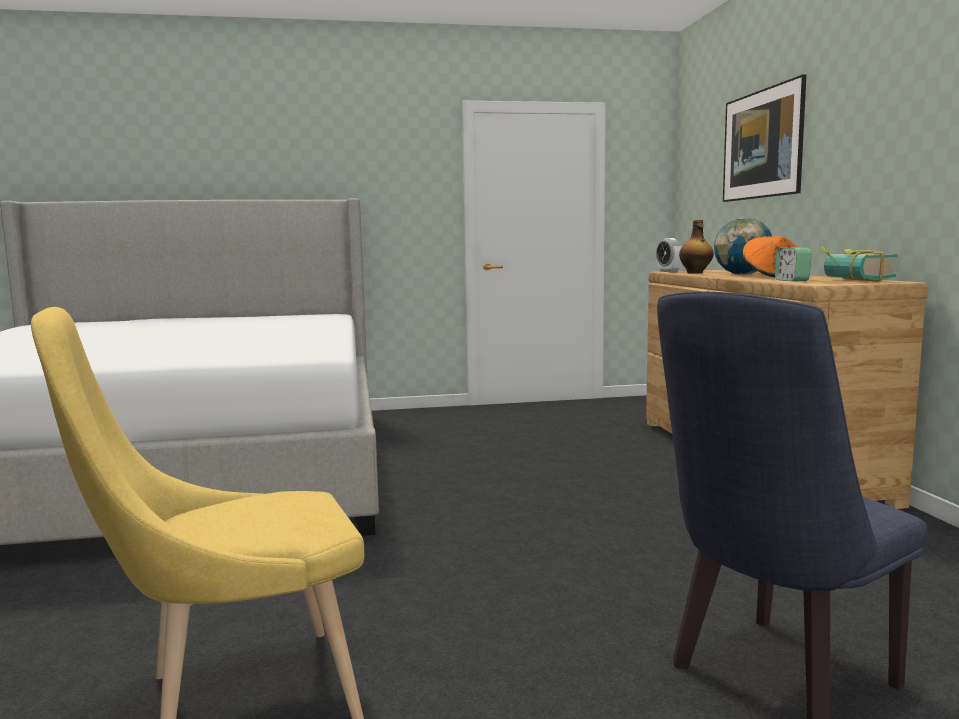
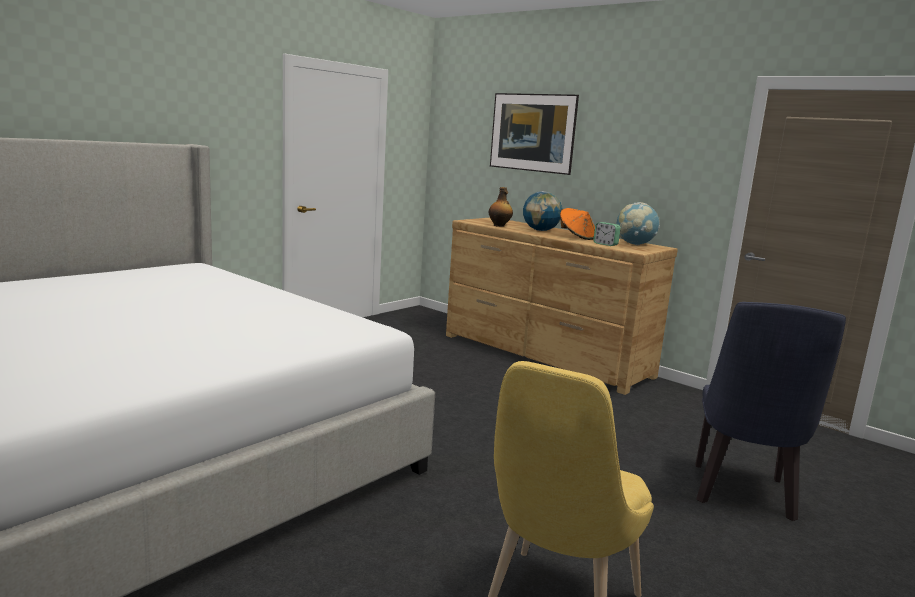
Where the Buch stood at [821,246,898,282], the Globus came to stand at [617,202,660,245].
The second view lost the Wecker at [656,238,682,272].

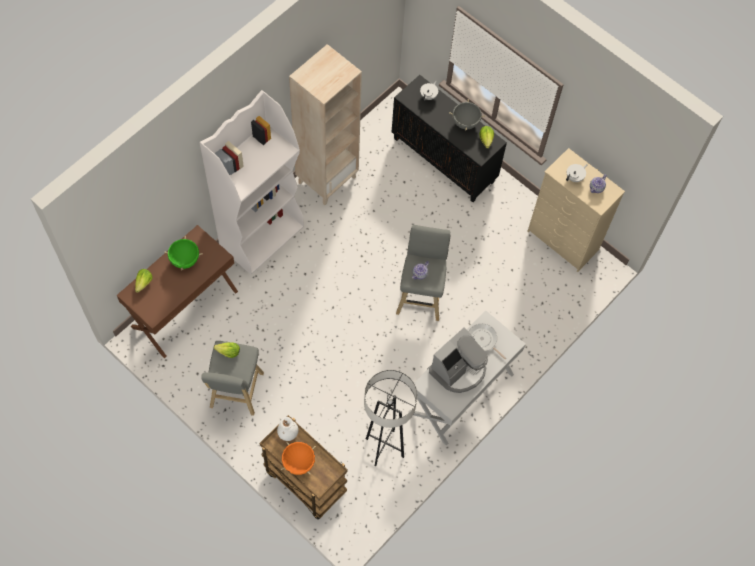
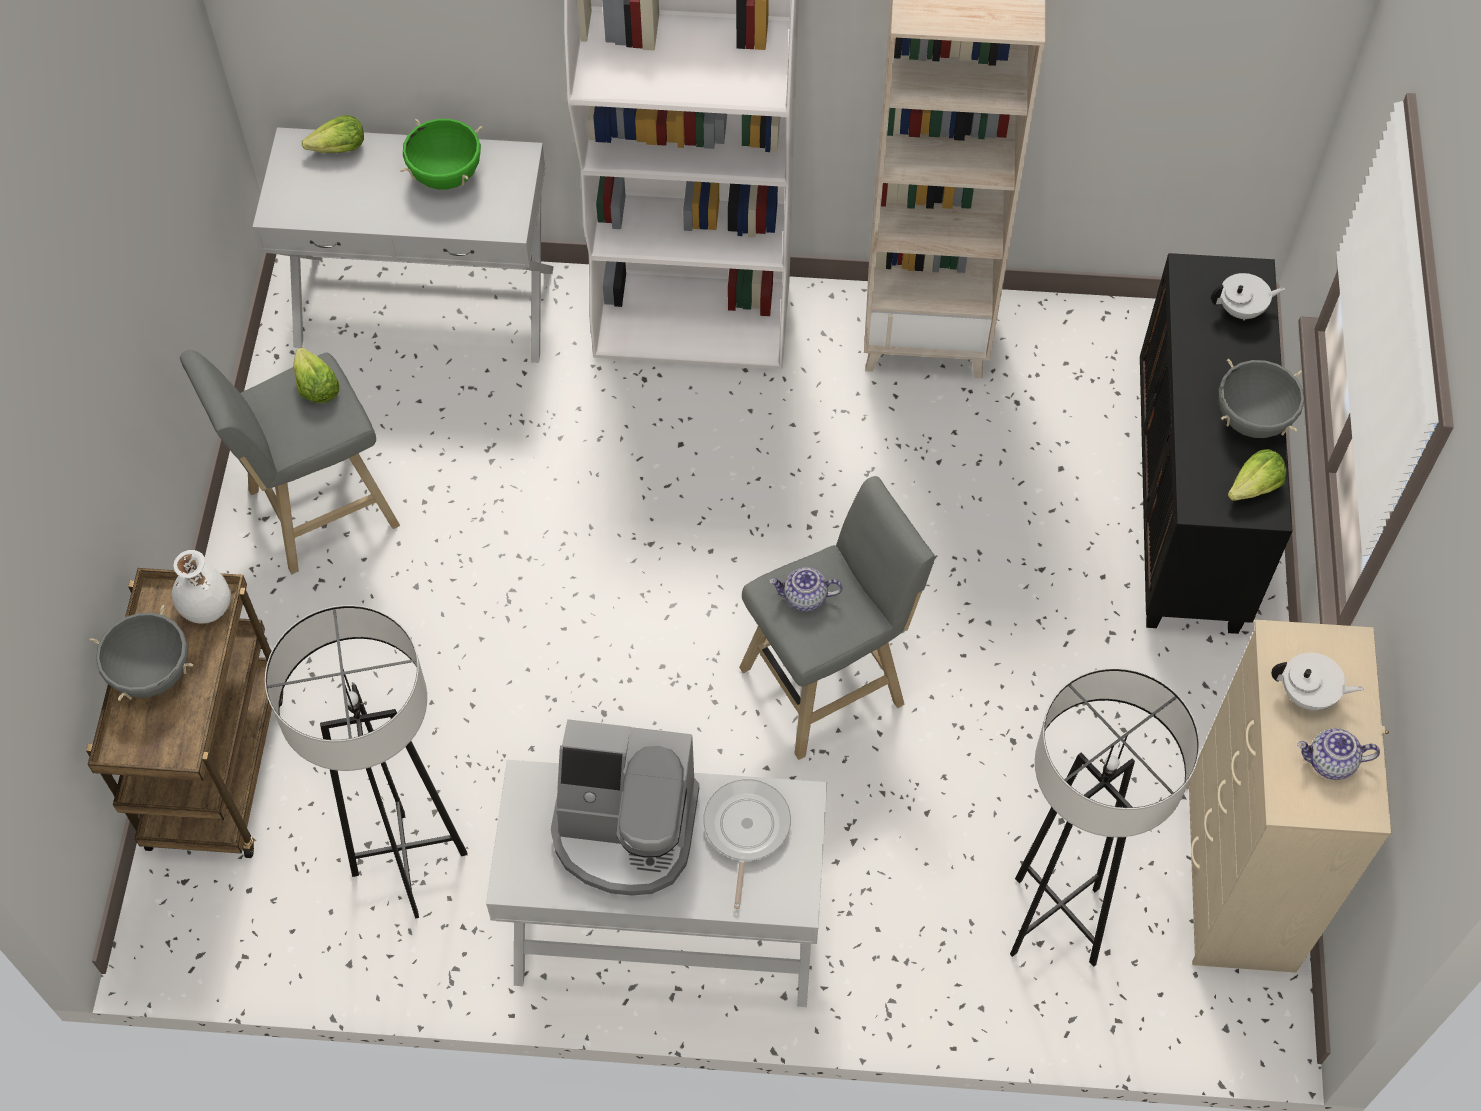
What was the Kochtopf [orange] at [281,442,316,475] turned into the Kochtopf [grau] at [90,605,194,701].
What was the Konsolentisch [braun] at [117,225,238,358] turned into the Konsolentisch [weiß] at [253,127,554,363].
The second view gained the Stehlampe [grau] at [1010,668,1200,967].

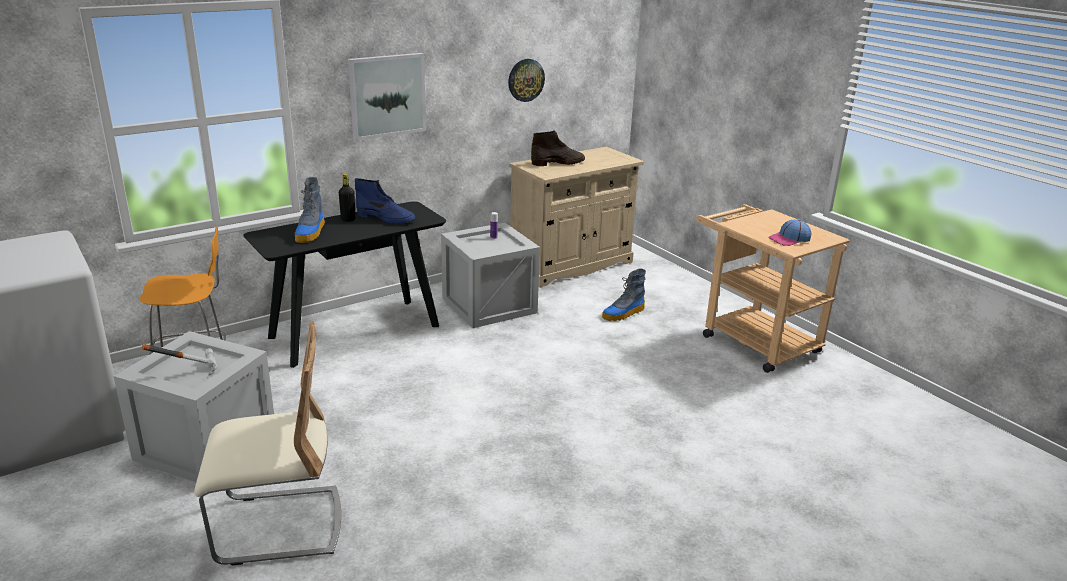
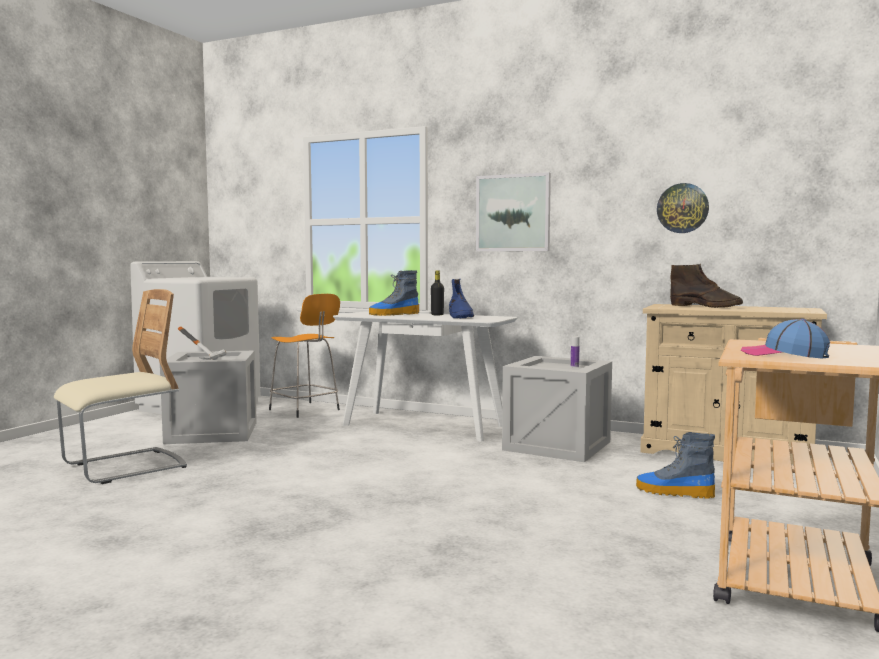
The Stuhl [beige] at [194,322,341,566] ended up facing another way, 90 degrees counterclockwise from before.
What was the Konsolentisch [schwarz] at [243,201,446,368] turned into the Konsolentisch [weiß] at [333,311,517,442].

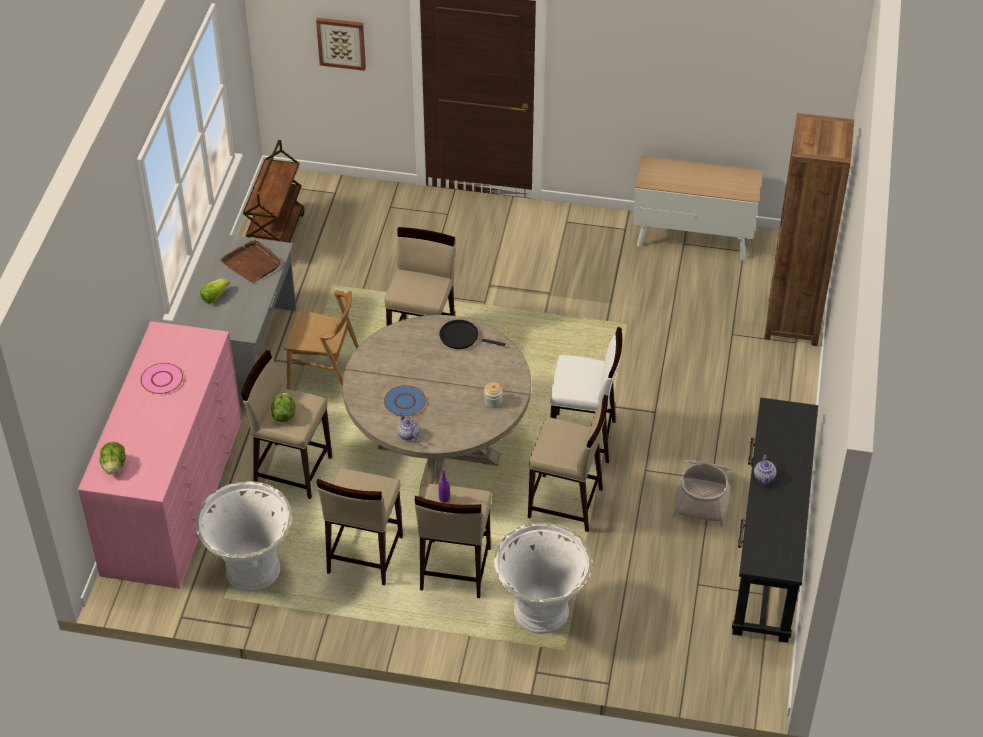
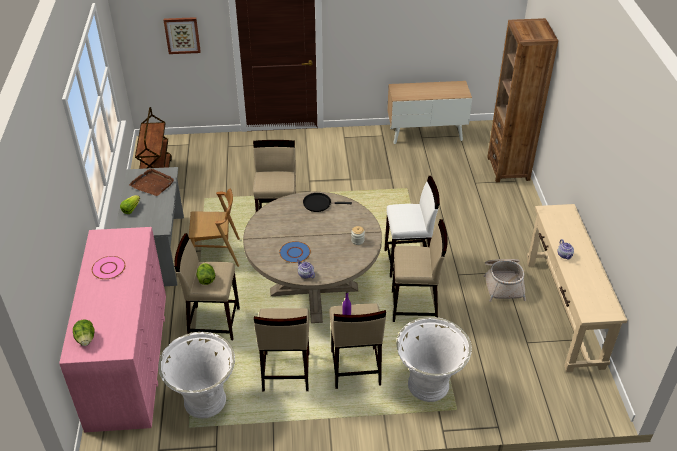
What was the Konsolentisch [schwarz] at [732,398,818,643] turned into the Konsolentisch [beige] at [527,204,628,372].

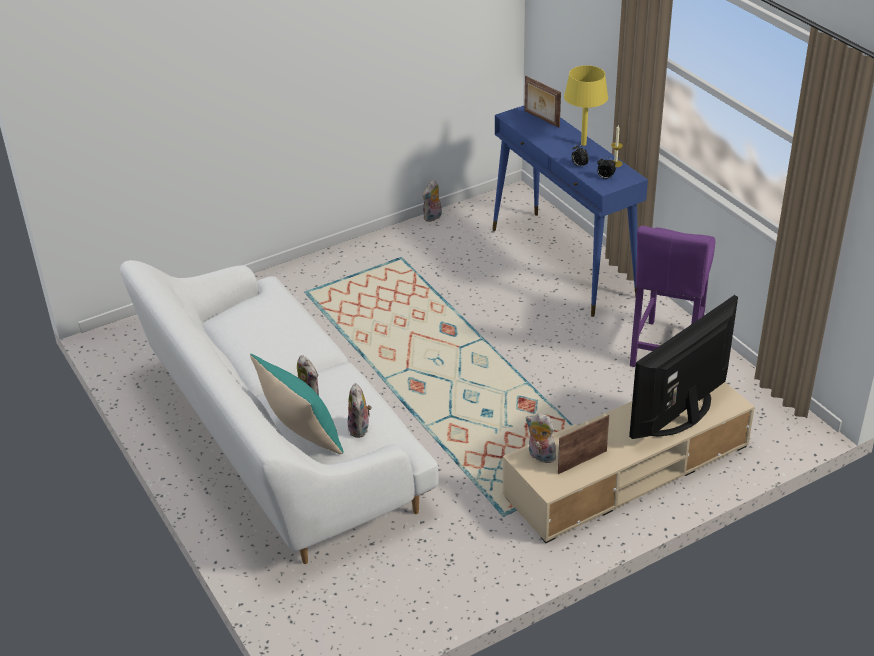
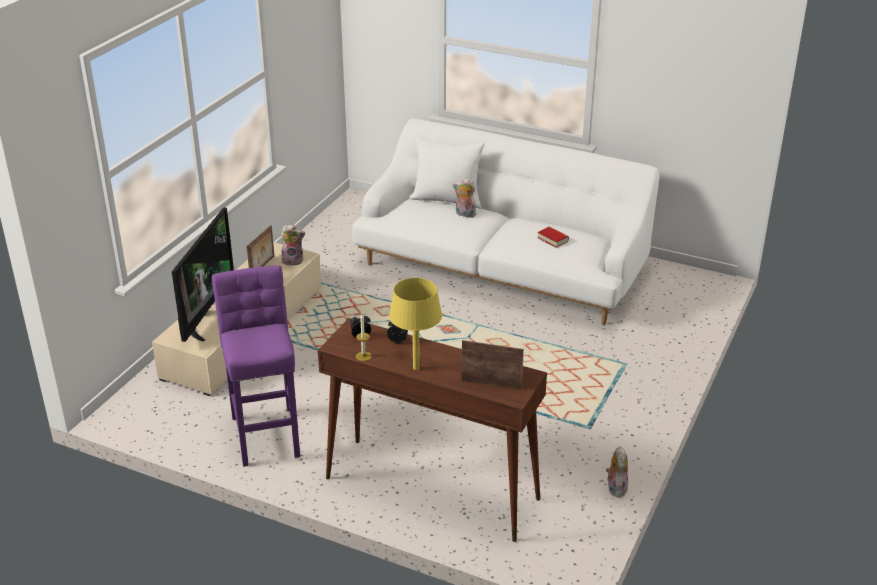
What was the Konsolentisch [blau] at [492,105,648,317] turned into the Konsolentisch [braun] at [318,318,547,542].
What was the Kissen [türkis] at [250,354,343,454] turned into the Kissen [weiß] at [409,135,485,209].
The second view gained the Buch at [538,226,569,248].
The second view lost the Plüschtier at [347,383,372,438].

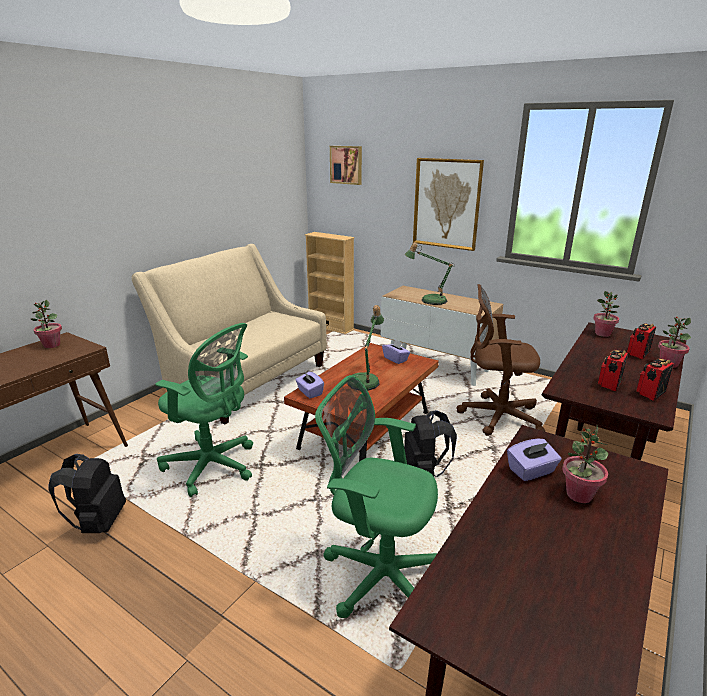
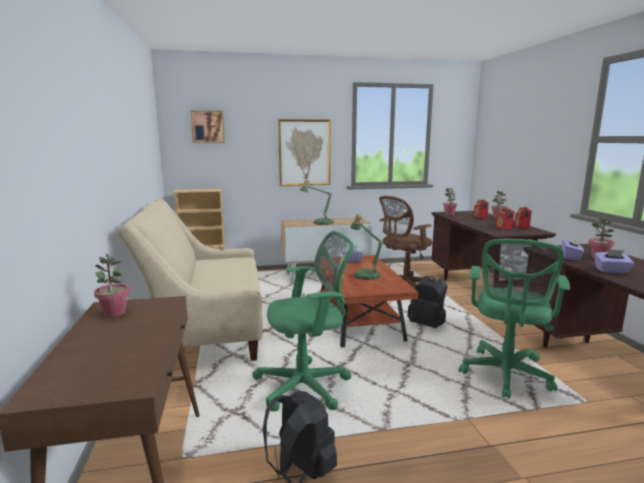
The Bürostuhl [grün] at [315,375,438,618] ended up facing another way, 45 degrees counterclockwise from before.
The Taschentuchbox [lila] ended up elsewhere, having gone from [295,371,324,398] to [594,249,634,273].

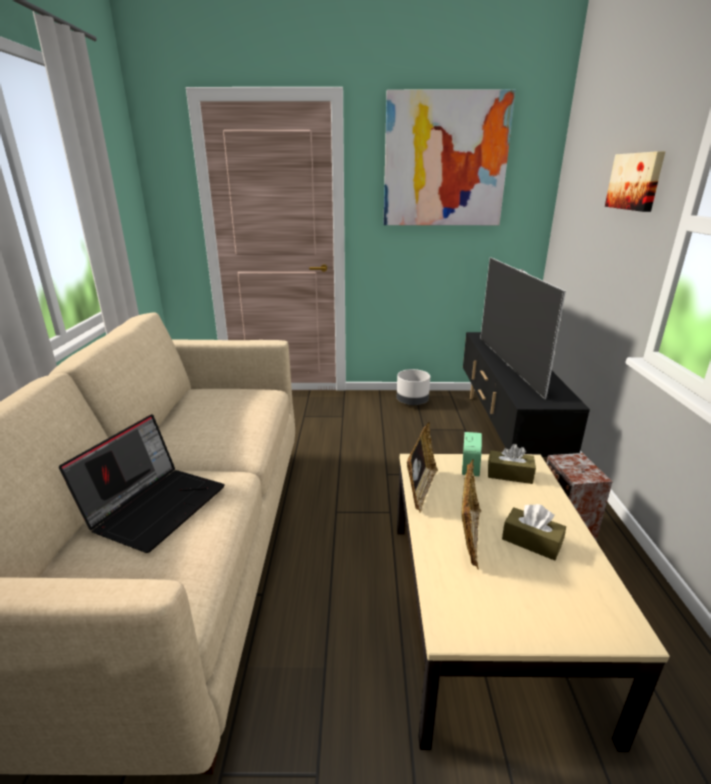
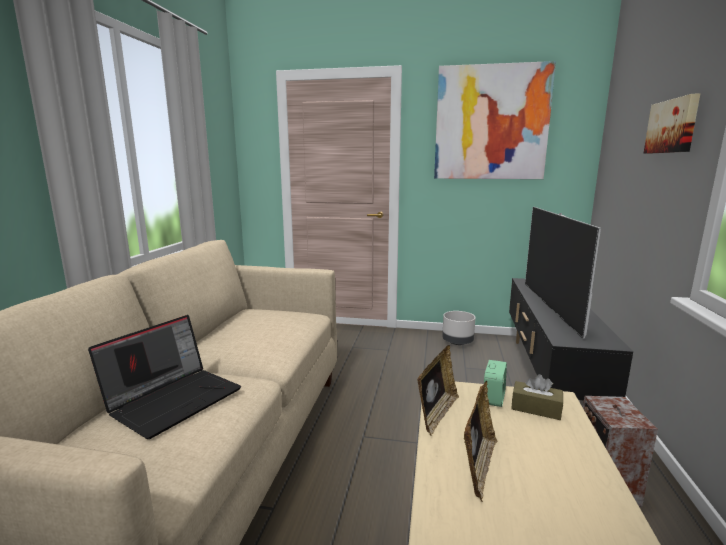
The second view lost the Taschentuchbox [braun] at [502,504,566,560].

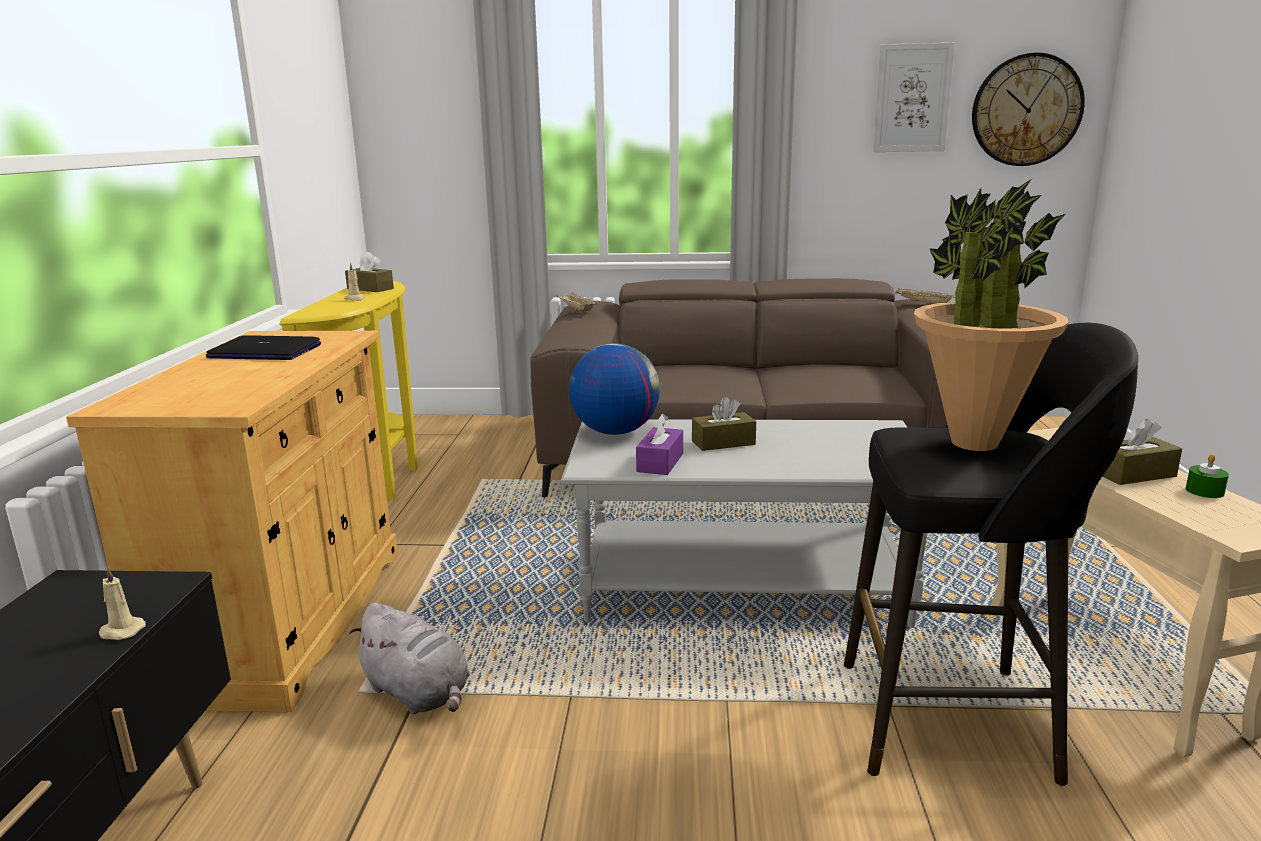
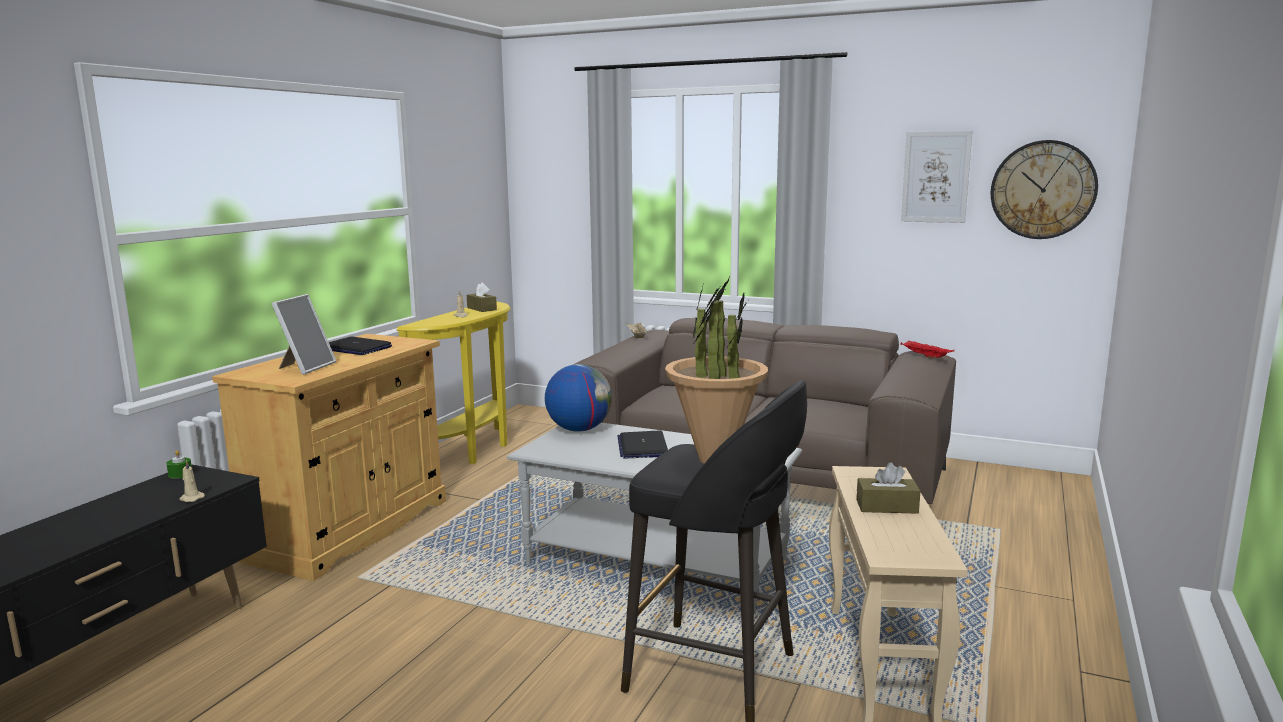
The Kerze [grün] ended up elsewhere, having gone from [1186,454,1229,498] to [166,450,192,479].
The second view gained the Bilderrahmen at [272,294,336,375].
Where the Taschentuchbox [braun] stood at [692,397,756,451], the Laptop came to stand at [617,431,668,458].
What was the Tablett [beige] at [895,288,955,305] turned into the Tablett [rot] at [900,341,954,358].
The second view lost the Plüschtier [grau] at [349,603,470,714].
The second view lost the Taschentuchbox [lila] at [636,413,683,475].

